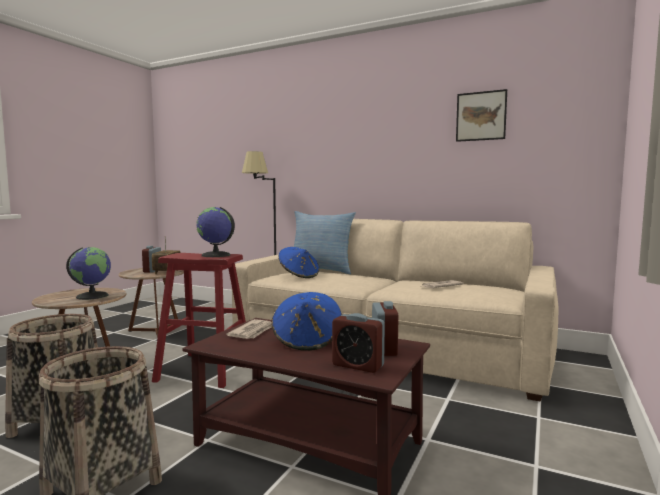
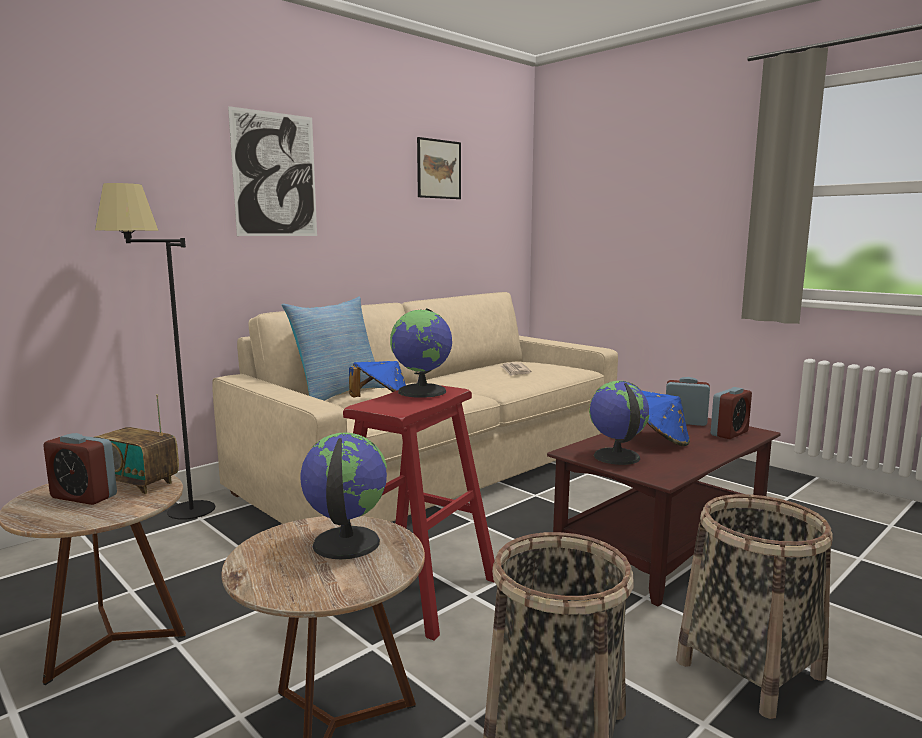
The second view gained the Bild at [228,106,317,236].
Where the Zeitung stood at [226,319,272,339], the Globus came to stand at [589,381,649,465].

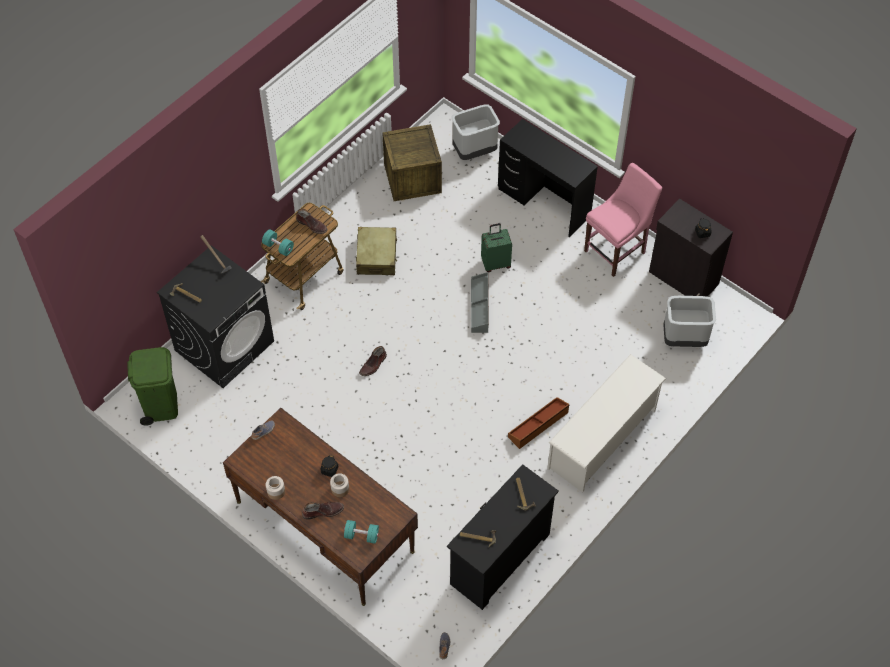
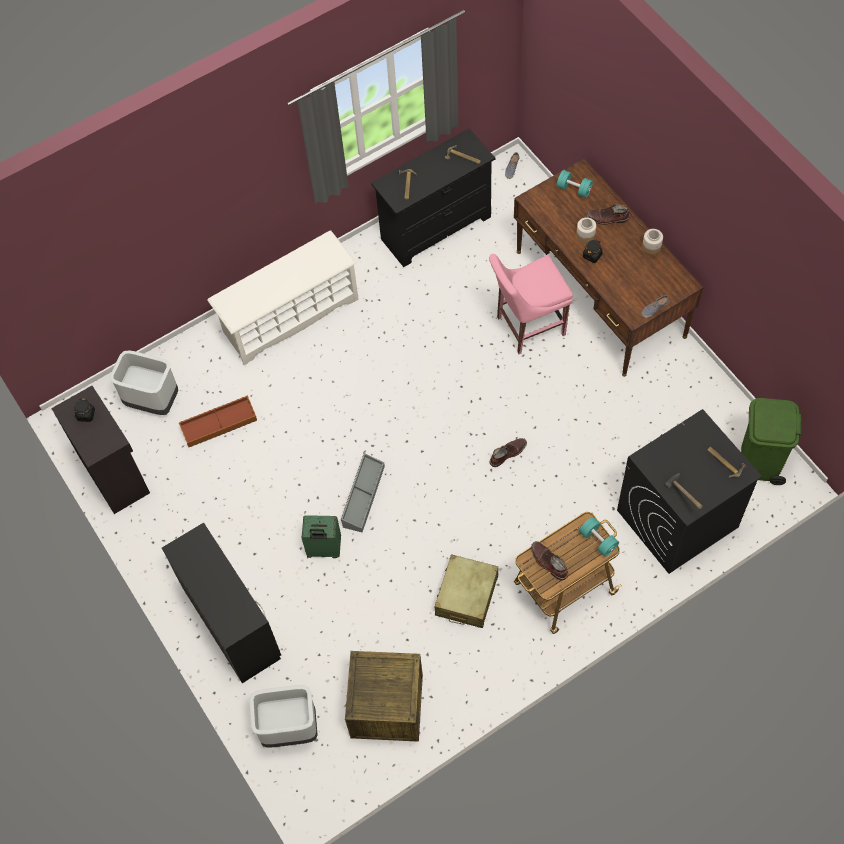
The Aufbewahrungsbox [braun] ended up elsewhere, having gone from [508,397,569,449] to [179,395,257,447].
The Stuhl [rosa] ended up elsewhere, having gone from [584,163,662,277] to [489,254,573,354].

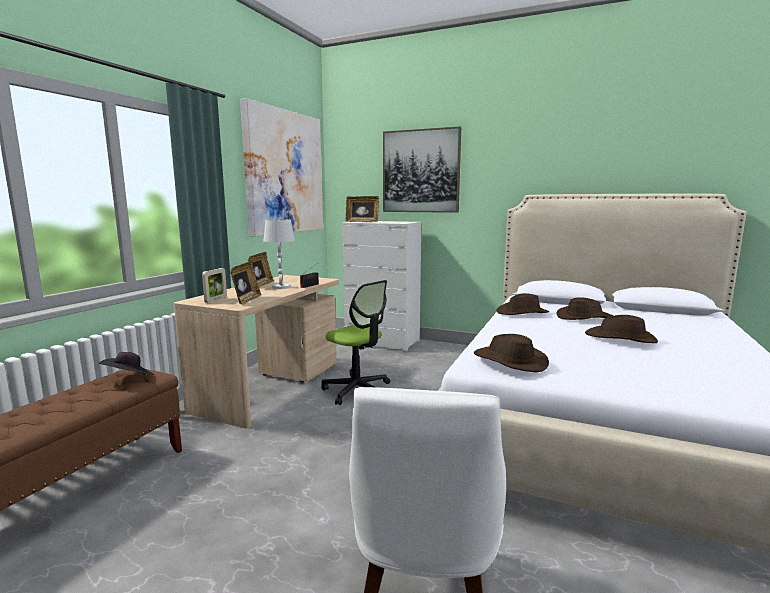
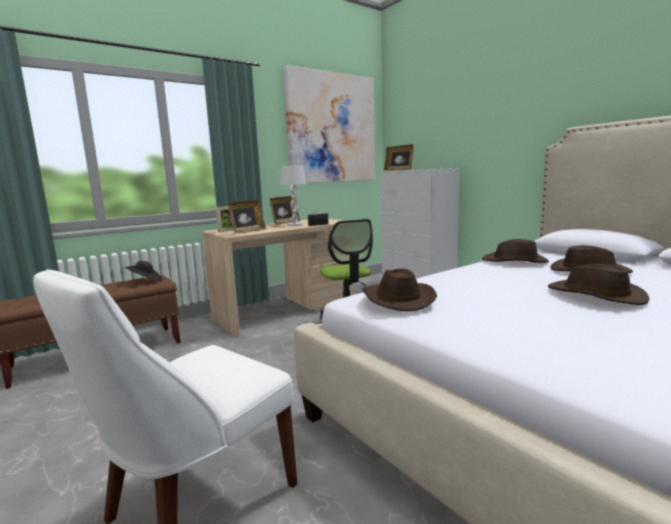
The second view lost the Bild at [383,127,461,213].

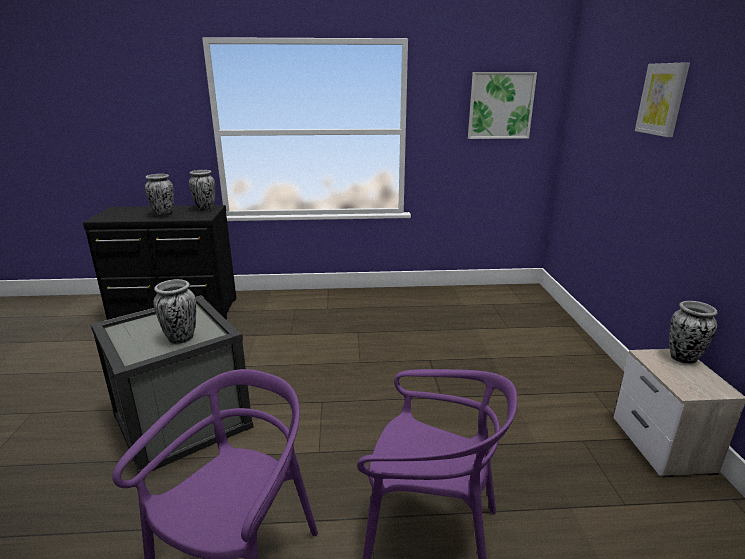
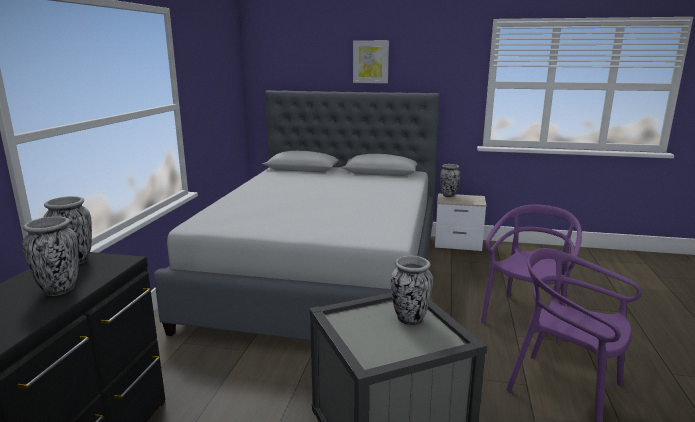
The second view gained the Bett [grau] at [154,90,440,340].
The second view lost the Bild at [468,72,537,139].

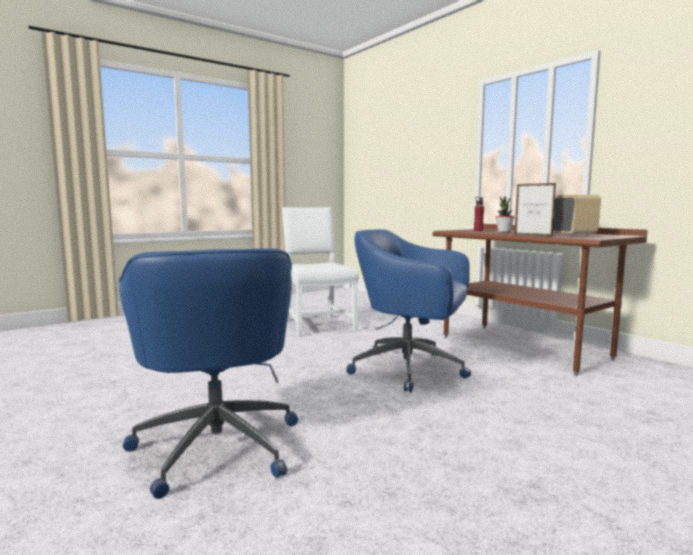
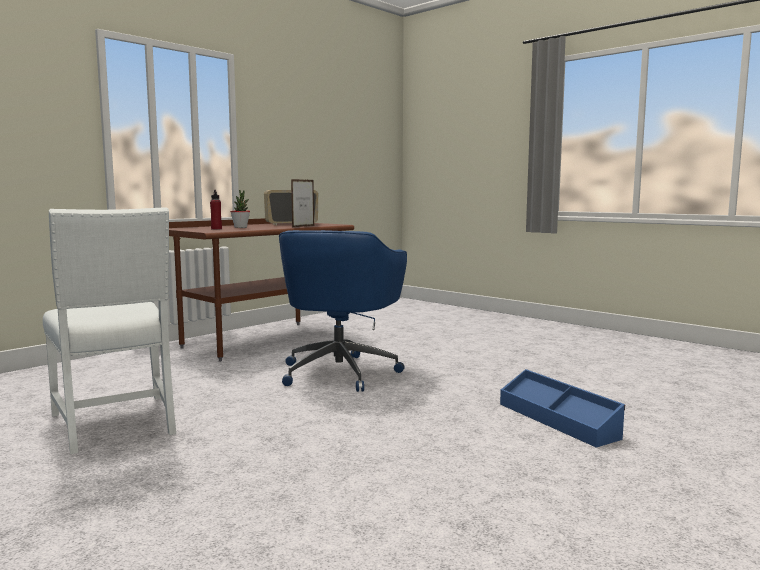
The Stuhl [weiß] at [282,207,359,337] ended up facing another way, 90 degrees counterclockwise from before.
Where the Bürostuhl [blau] stood at [118,248,298,499], the Aufbewahrungsbox [blau] came to stand at [500,369,625,448].

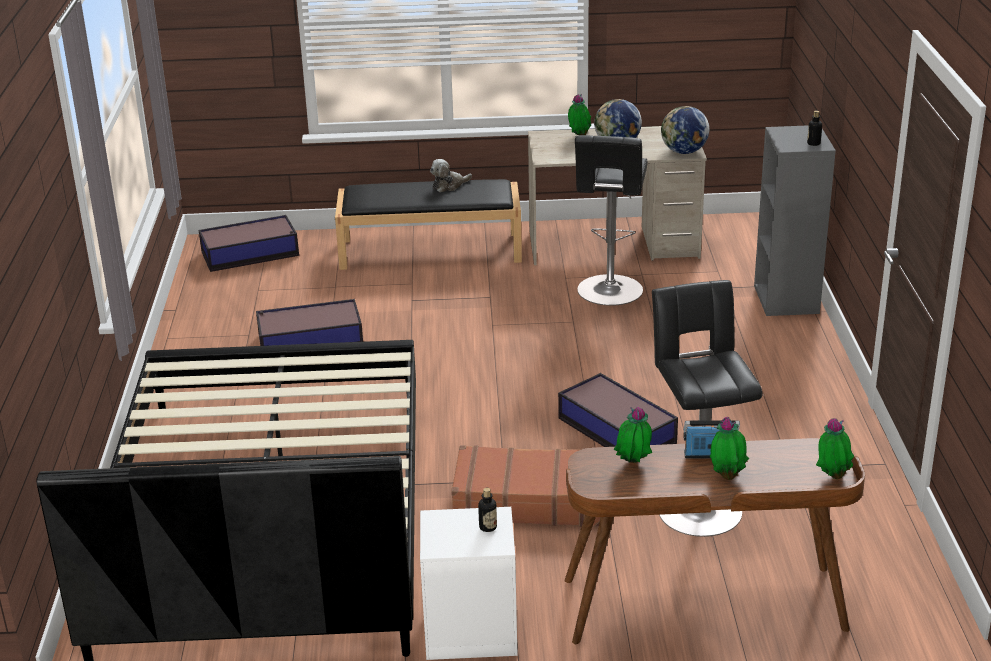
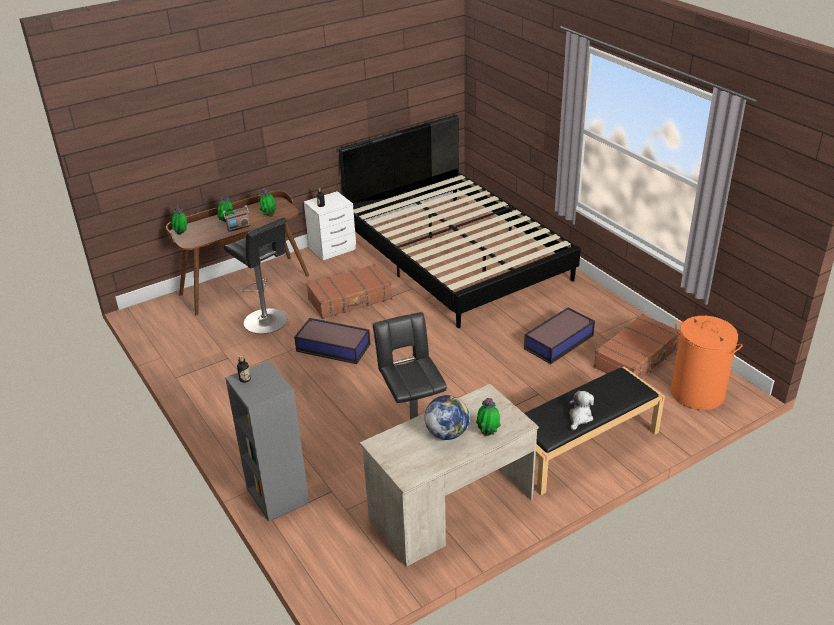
The second view gained the Koffer [braun] at [593,314,680,380].
Where the Aufbewahrungsbox stood at [199,215,299,272], the Wäschekorb [orange] came to stand at [671,316,743,410].
The second view lost the Globus at [661,106,709,154].

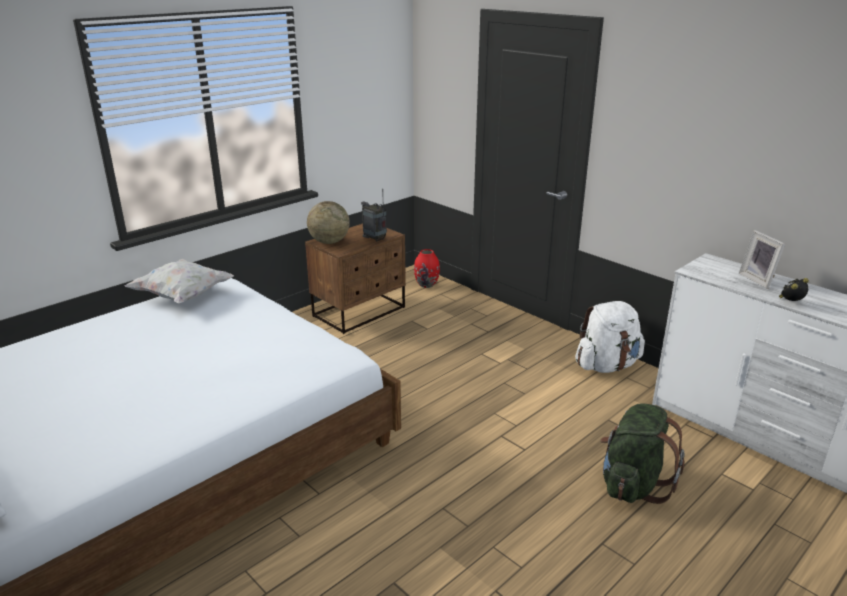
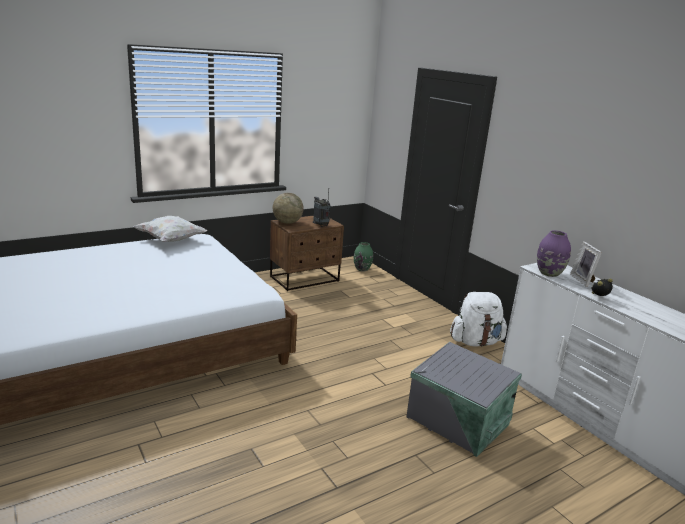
What was the Vase [rot] at [414,249,440,288] turned into the Vase [grün] at [354,242,373,272].
Where the Rucksack [grün] stood at [600,404,685,504], the Aufbewahrungsbox [grau] came to stand at [406,342,522,457].
The second view gained the Vase [lila] at [537,230,571,277].

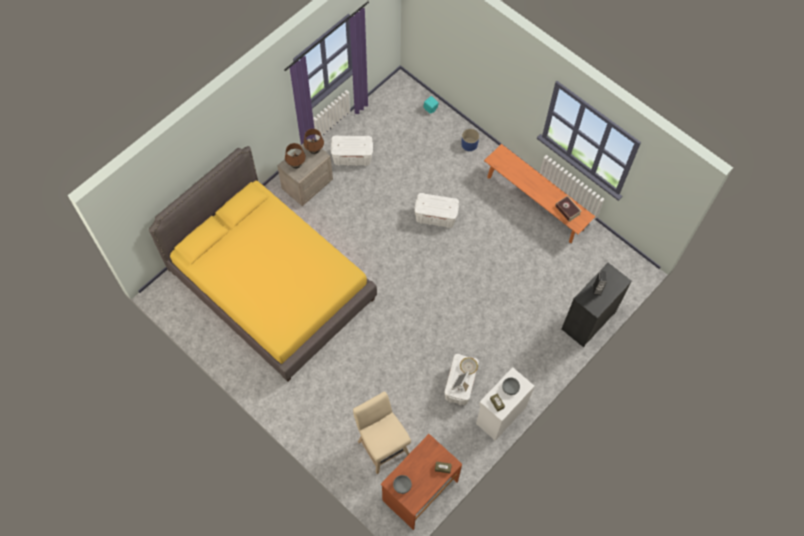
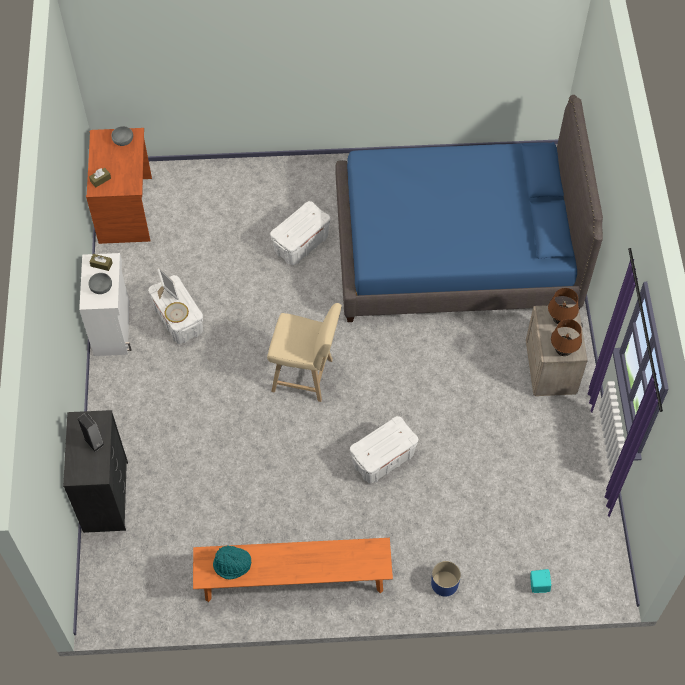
Where the Buch stood at [555,195,581,222], the Hut [türkis] came to stand at [213,546,251,579].
The Hocker [beige] ended up elsewhere, having gone from [353,391,411,474] to [267,303,342,402].
The Aufbewahrungsbox [weiß] ended up elsewhere, having gone from [331,135,373,166] to [270,201,331,265].
What was the Bett [gelb] at [149,146,377,382] turned into the Bett [blau] at [336,95,603,322].

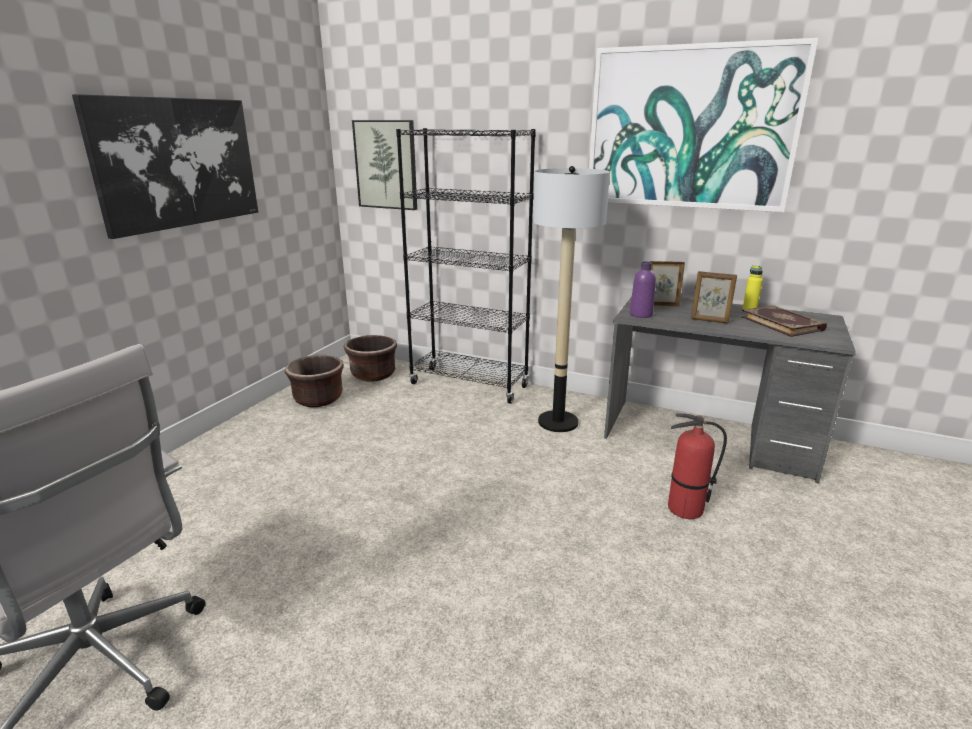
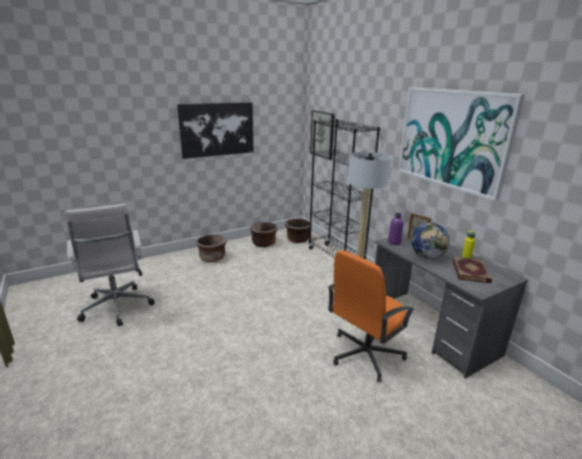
The second view gained the Pflanzkübel [braun] at [196,234,227,262].
Where the Feuerlöscher stood at [668,413,727,519], the Bürostuhl [orange] came to stand at [328,250,415,382].
Where the Bilderrahmen stood at [691,271,737,323], the Globus came to stand at [411,223,450,259].

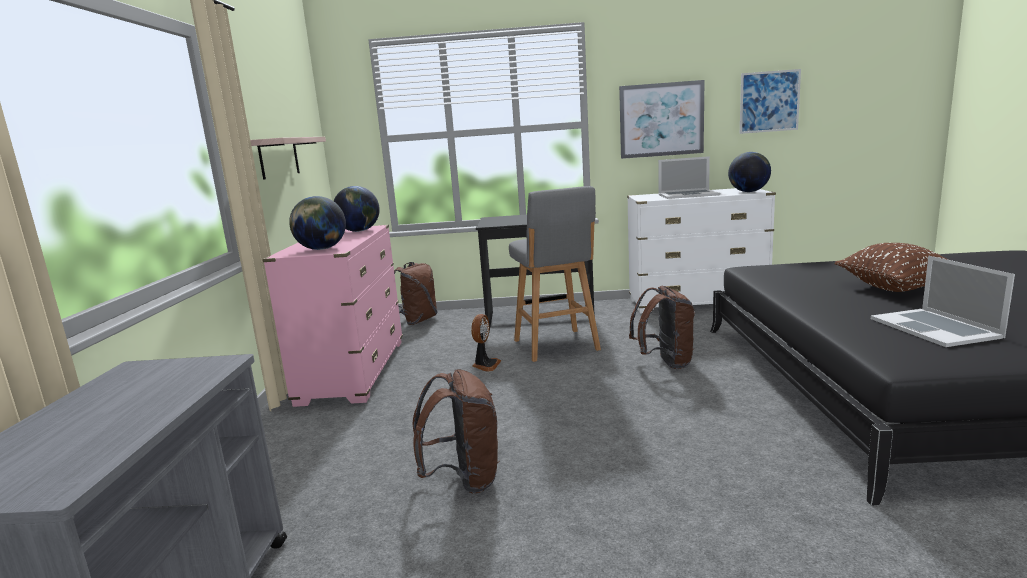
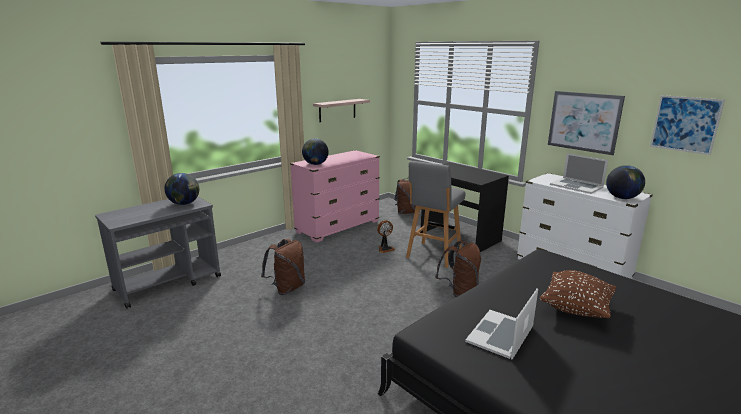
The Globus ended up elsewhere, having gone from [334,186,380,232] to [164,173,199,205].

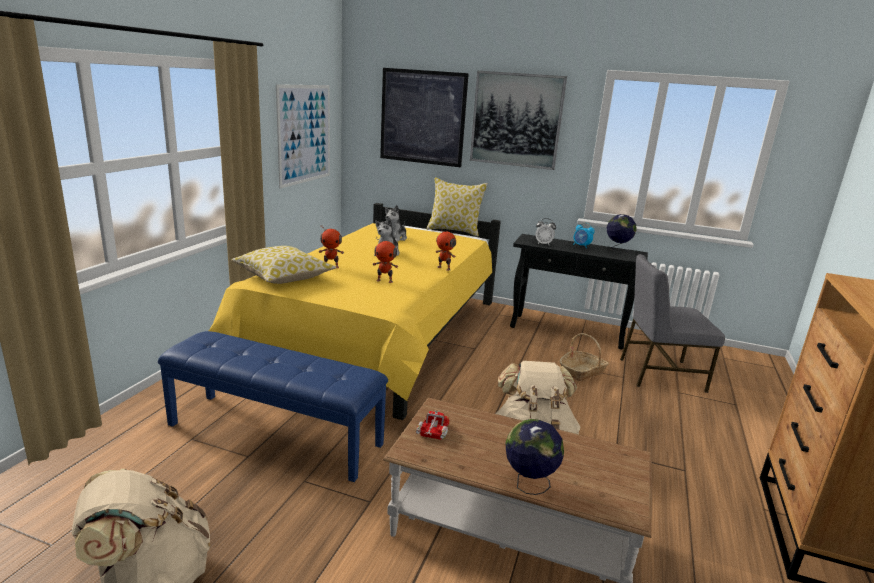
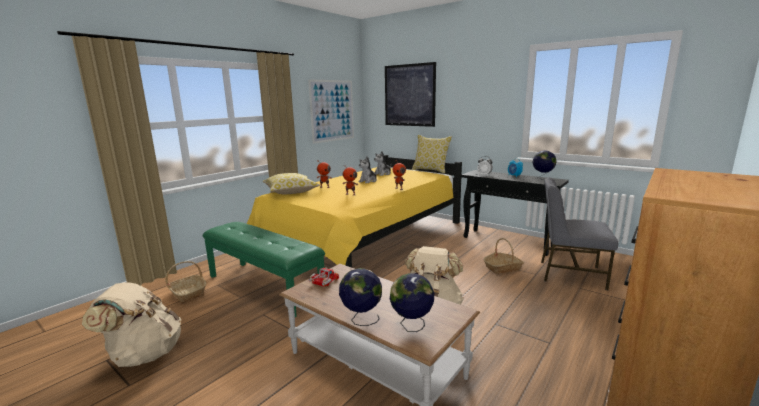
The second view gained the Korb at [165,261,206,302].
What was the Bank [blau] at [158,331,388,482] turned into the Bank [grün] at [203,222,325,317].
The second view gained the Globus at [390,273,434,332].
The second view lost the Bild at [470,71,567,170].

